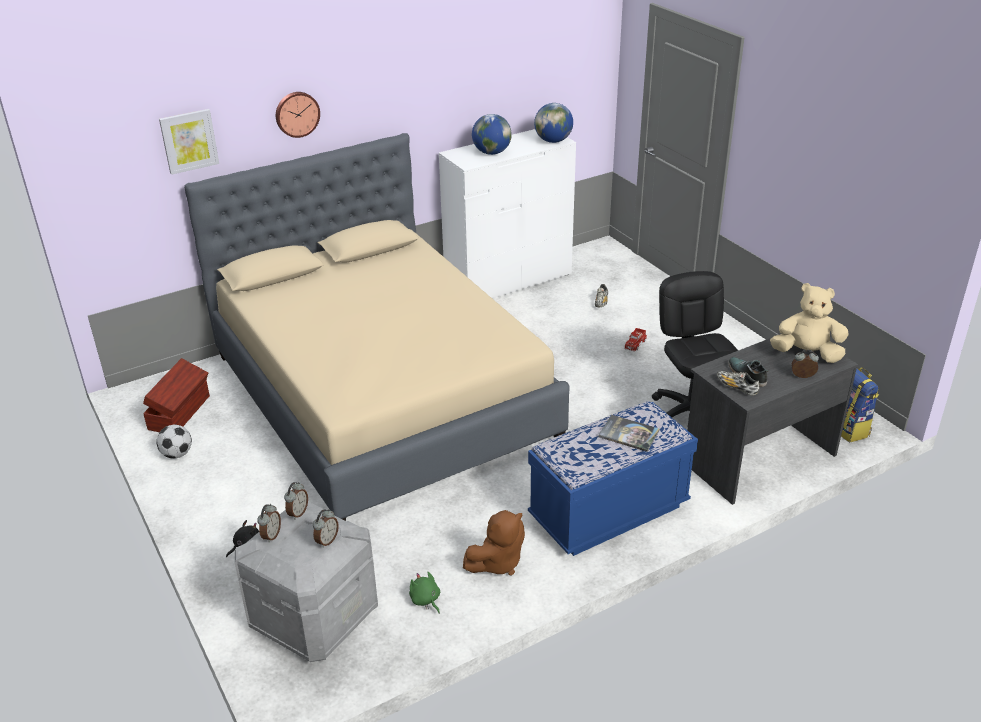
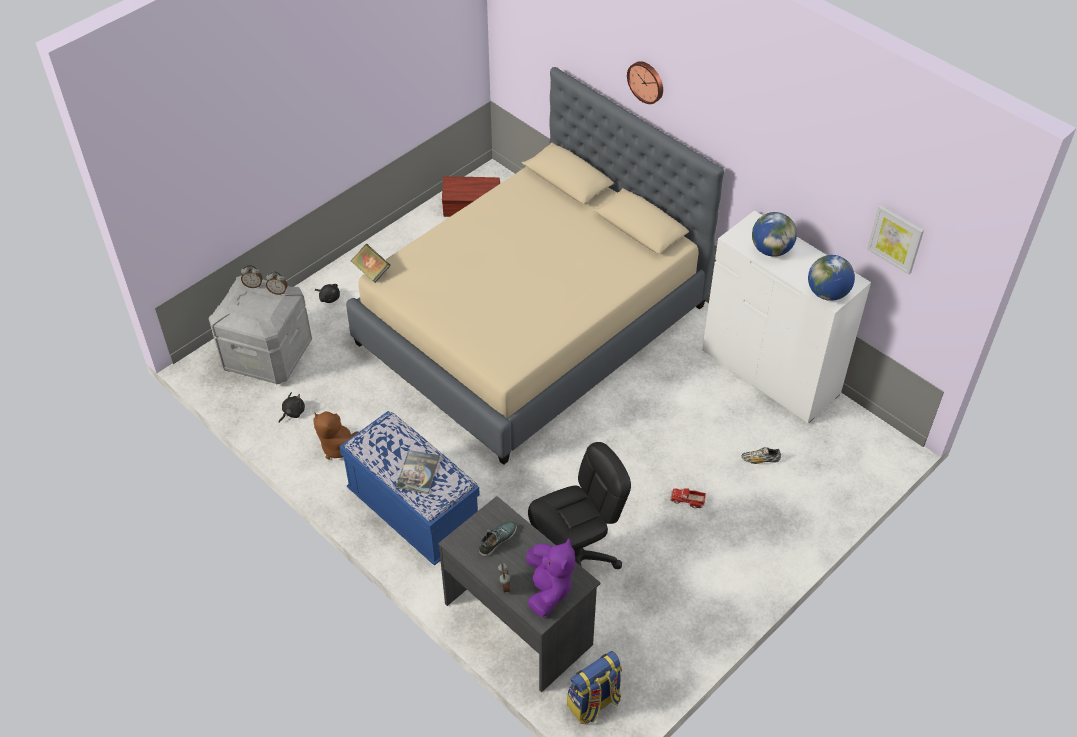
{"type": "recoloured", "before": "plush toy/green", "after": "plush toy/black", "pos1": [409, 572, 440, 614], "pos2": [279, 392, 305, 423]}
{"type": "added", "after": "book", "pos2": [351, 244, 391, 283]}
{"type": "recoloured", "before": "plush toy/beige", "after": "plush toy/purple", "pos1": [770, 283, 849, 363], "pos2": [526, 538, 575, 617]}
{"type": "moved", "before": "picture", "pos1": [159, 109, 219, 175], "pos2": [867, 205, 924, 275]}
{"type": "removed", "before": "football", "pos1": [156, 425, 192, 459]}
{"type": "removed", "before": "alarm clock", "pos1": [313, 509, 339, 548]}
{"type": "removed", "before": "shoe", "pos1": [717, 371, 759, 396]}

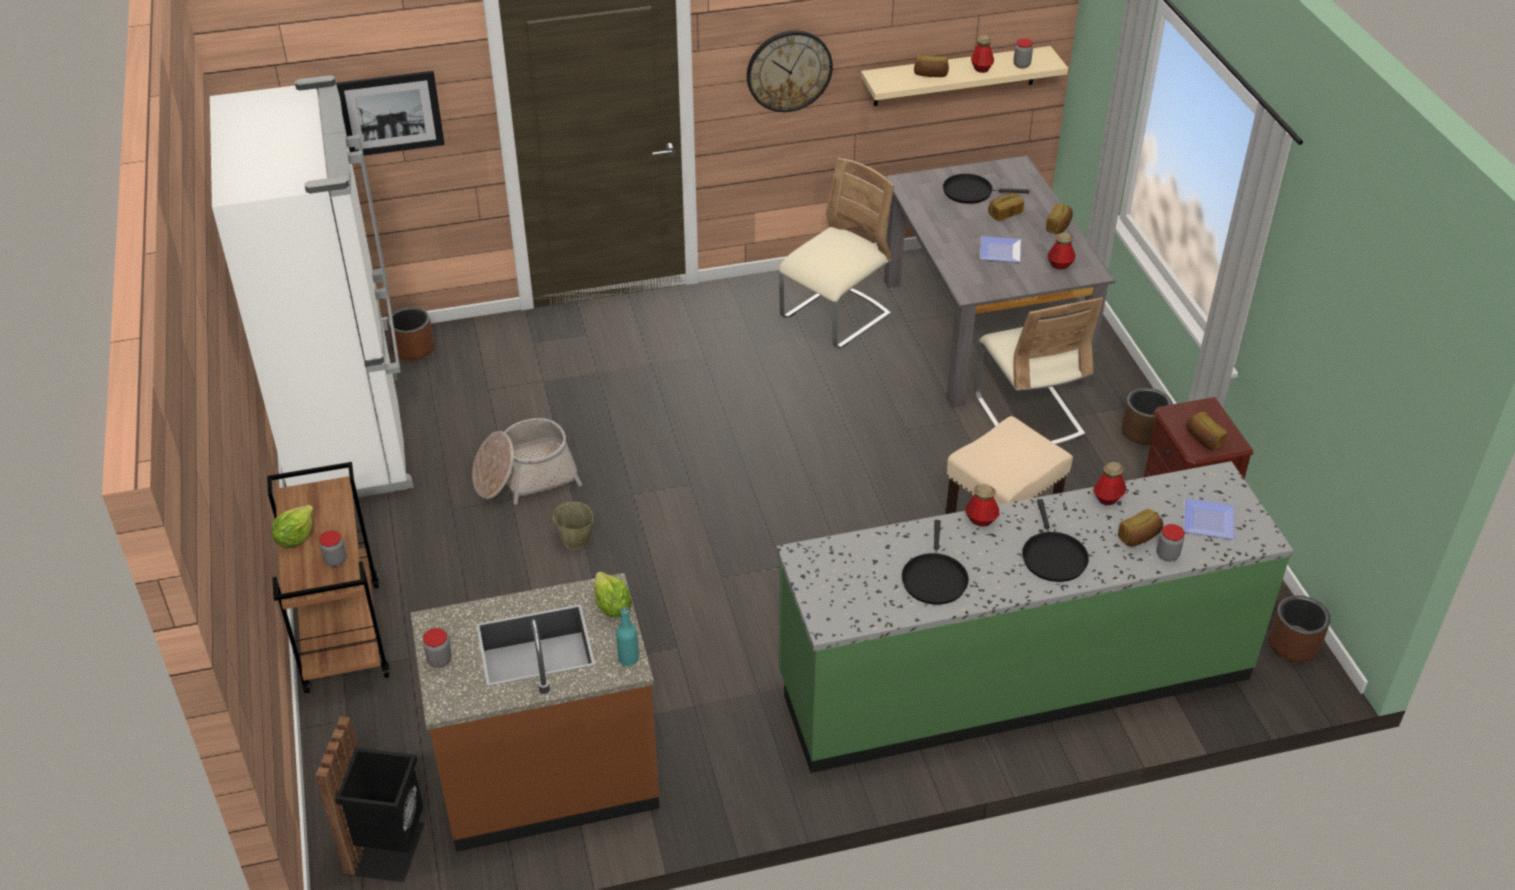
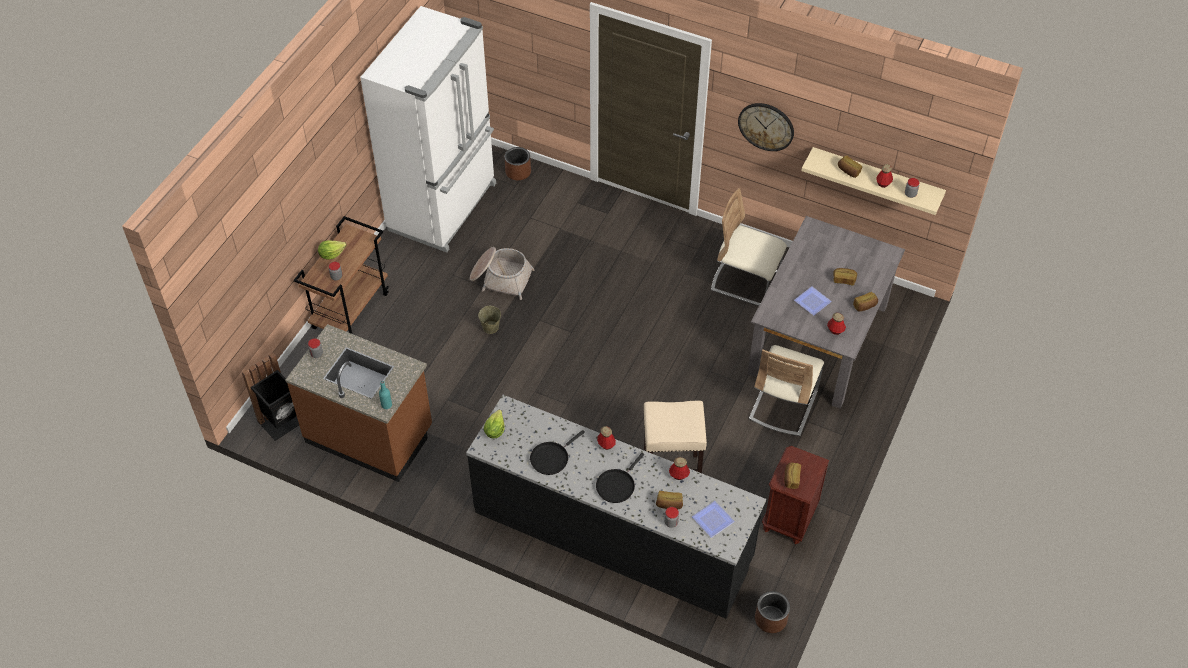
{"type": "recoloured", "before": "counter/green", "after": "counter/black", "pos1": [777, 461, 1293, 773], "pos2": [466, 395, 766, 619]}
{"type": "moved", "before": "lettuce", "pos1": [594, 571, 632, 618], "pos2": [484, 410, 505, 438]}
{"type": "turned", "before": "chair/beige", "pos1": [779, 158, 894, 348], "pos2": [711, 188, 787, 306], "turn": -150}
{"type": "removed", "before": "picture", "pos1": [336, 71, 445, 156]}
{"type": "removed", "before": "frying pan/black", "pos1": [943, 174, 1029, 204]}
{"type": "removed", "before": "planter/brown", "pos1": [1121, 388, 1172, 445]}

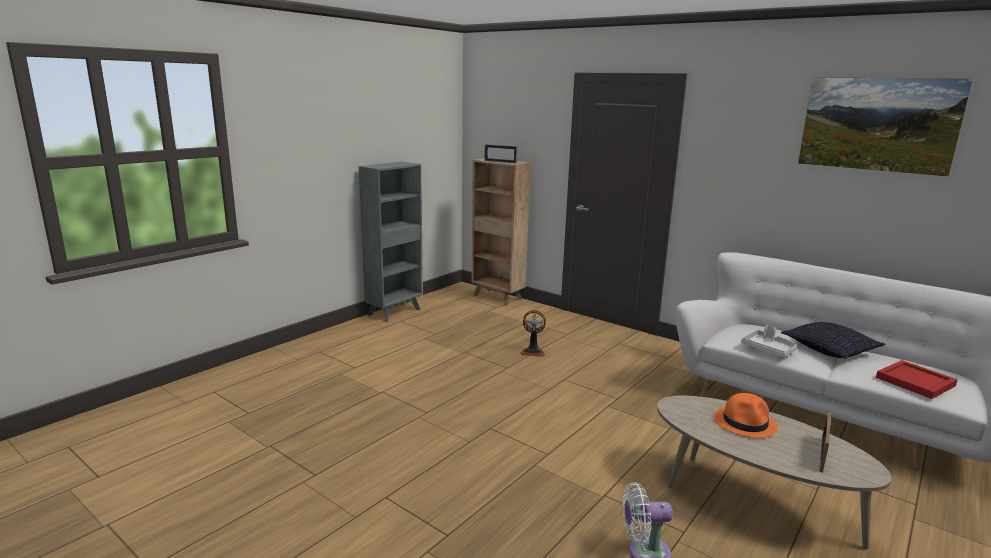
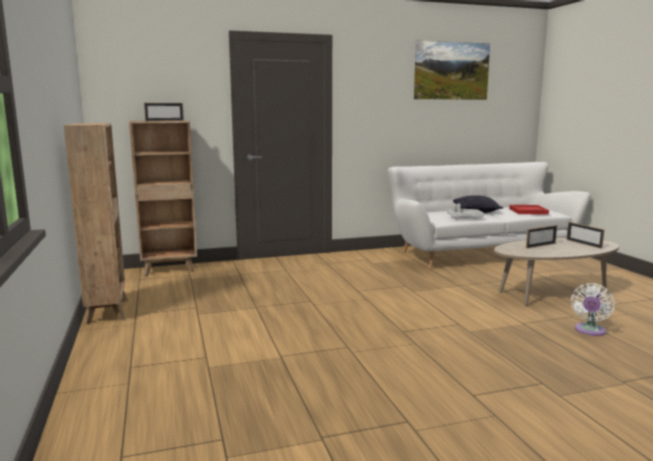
{"type": "recoloured", "before": "bookcase/grey", "after": "bookcase/brown", "pos1": [359, 162, 423, 322], "pos2": [64, 123, 128, 324]}
{"type": "replaced", "before": "hat/orange", "after": "picture frame", "pos1": [714, 393, 778, 438], "pos2": [526, 225, 557, 248]}
{"type": "removed", "before": "fan", "pos1": [520, 310, 546, 357]}

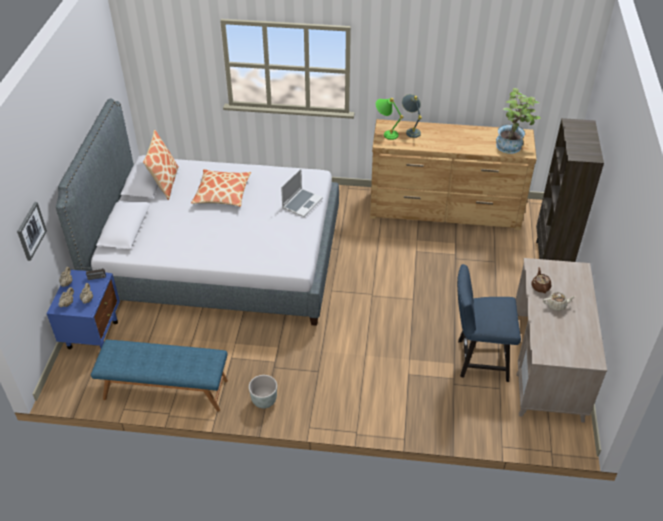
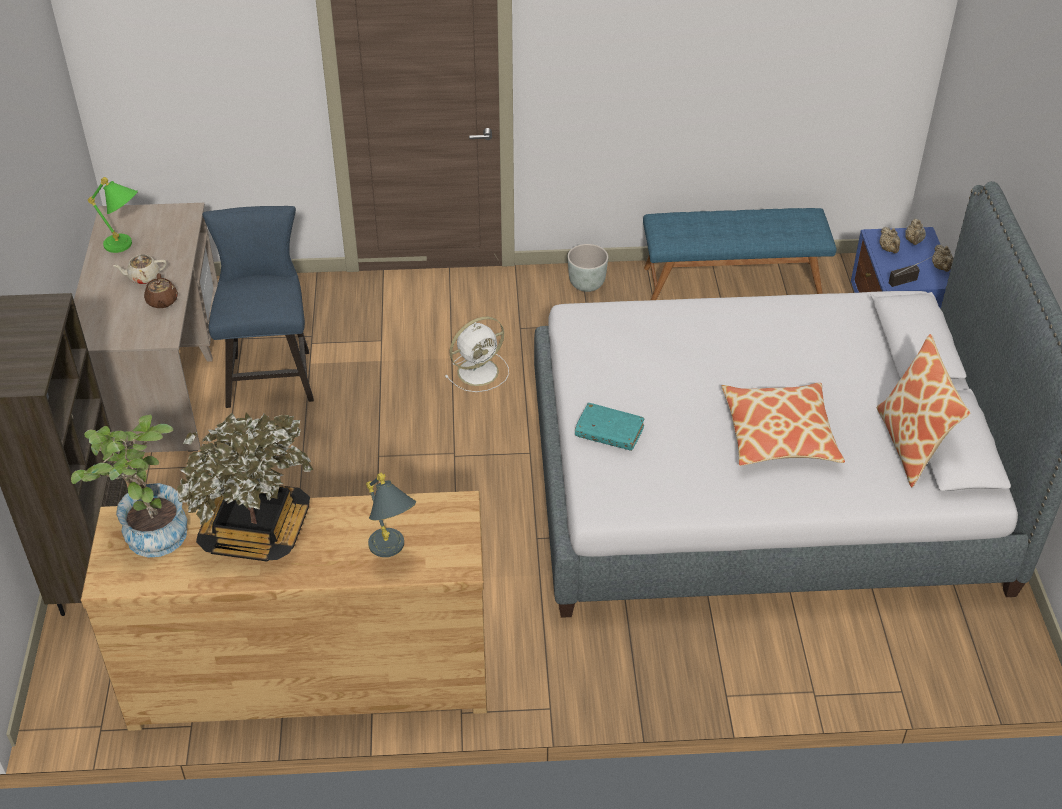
{"type": "moved", "before": "table lamp/green", "pos1": [376, 98, 403, 140], "pos2": [88, 177, 138, 253]}
{"type": "added", "after": "potted plant", "pos2": [177, 413, 313, 561]}
{"type": "turned", "before": "chair/blue", "pos1": [457, 264, 521, 382], "pos2": [202, 206, 314, 408], "turn": -90}
{"type": "added", "after": "fan/white", "pos2": [445, 317, 509, 392]}
{"type": "replaced", "before": "laptop", "after": "book/turquoise", "pos1": [281, 169, 323, 217], "pos2": [575, 403, 645, 451]}
{"type": "removed", "before": "picture", "pos1": [17, 202, 47, 261]}

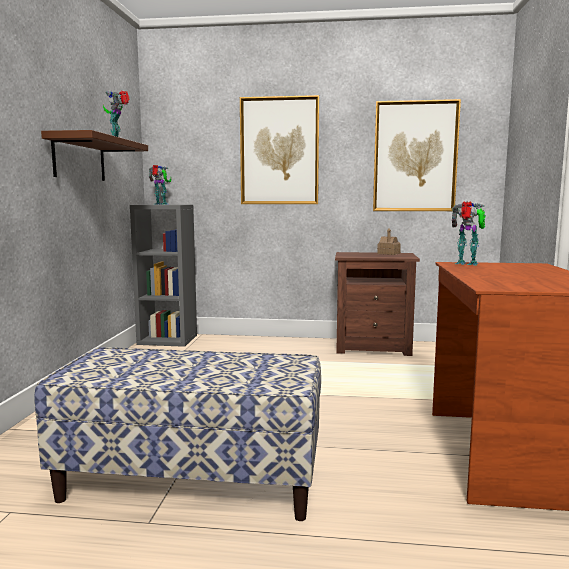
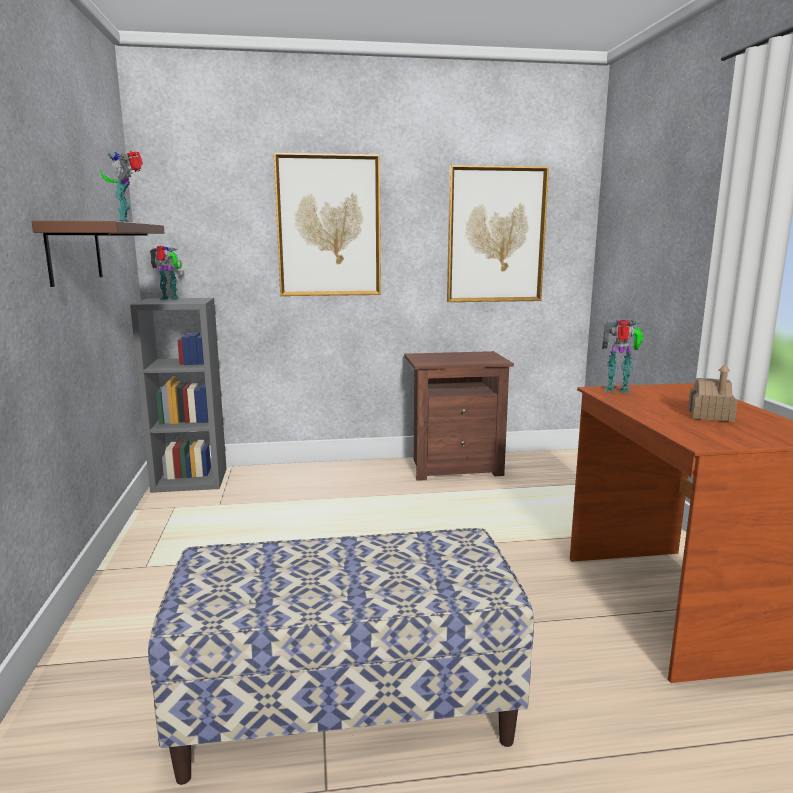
{"type": "moved", "before": "toy house", "pos1": [377, 228, 401, 255], "pos2": [688, 364, 737, 422]}

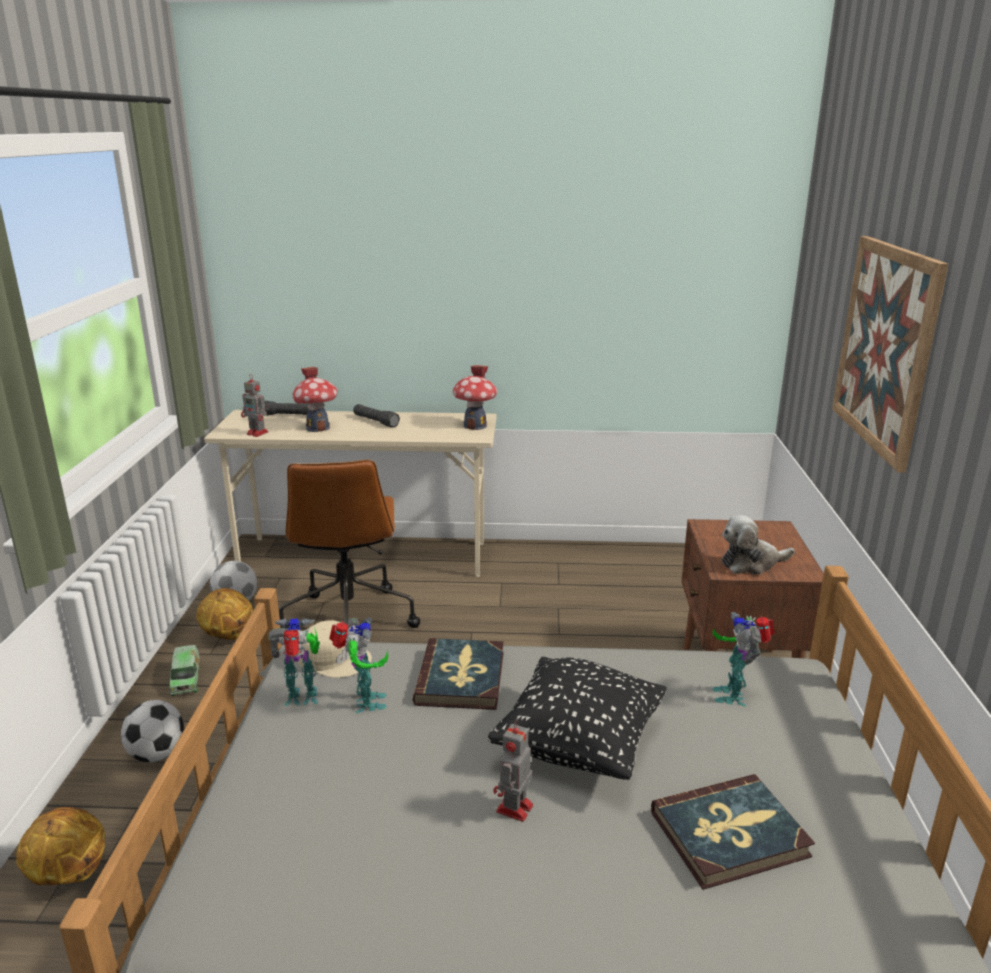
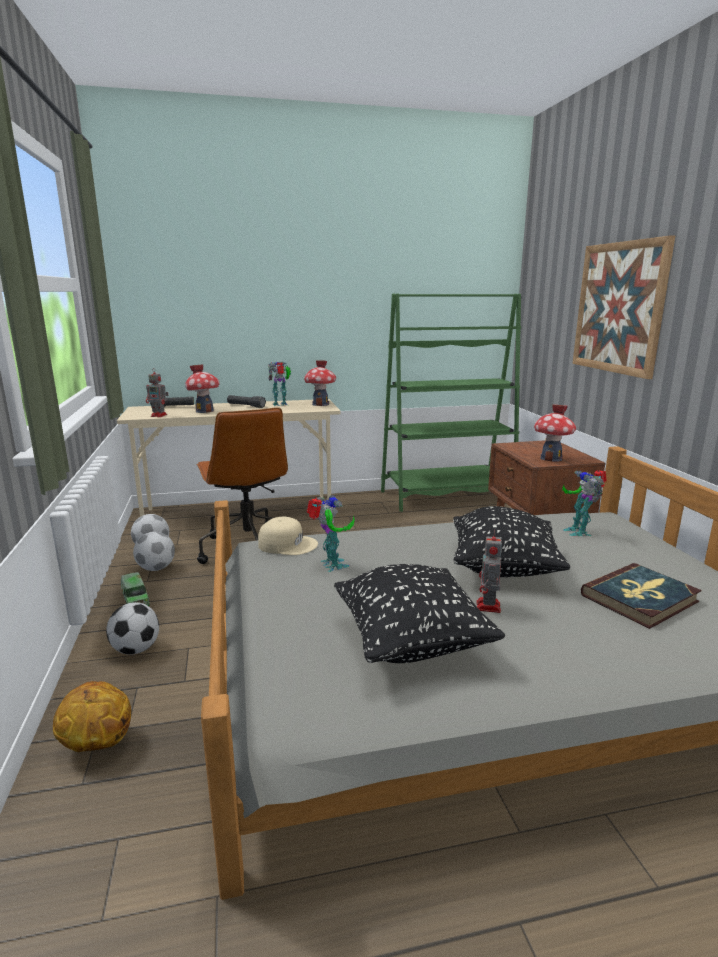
{"type": "replaced", "before": "basketball", "after": "football", "pos1": [196, 588, 253, 640], "pos2": [133, 532, 175, 571]}
{"type": "moved", "before": "toy robot", "pos1": [268, 618, 320, 706], "pos2": [268, 362, 291, 406]}
{"type": "added", "after": "pillow/black", "pos2": [334, 564, 505, 663]}
{"type": "added", "after": "bookcase/green", "pos2": [381, 294, 521, 512]}
{"type": "replaced", "before": "plush toy", "after": "toy house", "pos1": [722, 515, 795, 575], "pos2": [534, 405, 576, 462]}
{"type": "removed", "before": "book", "pos1": [413, 638, 504, 710]}

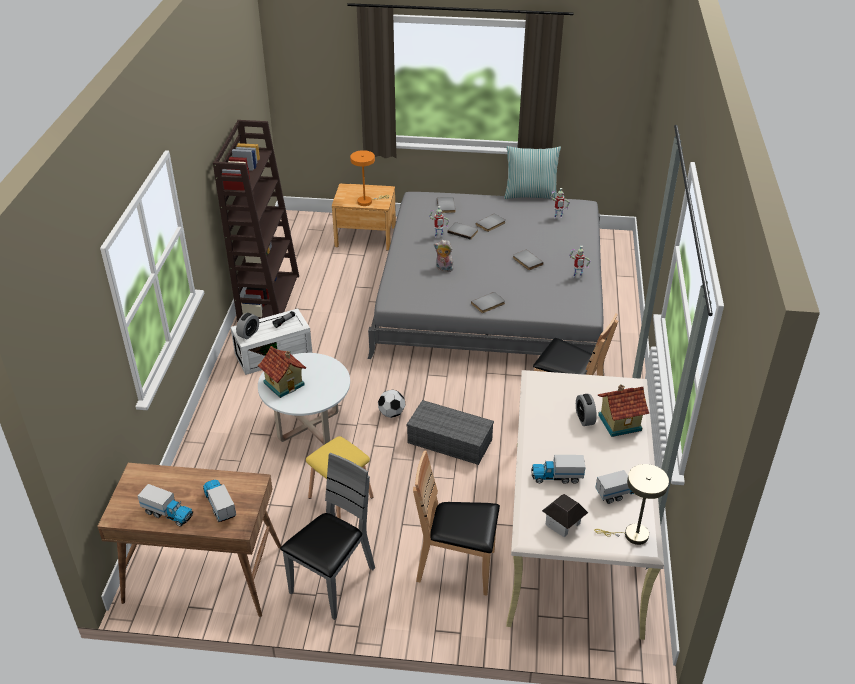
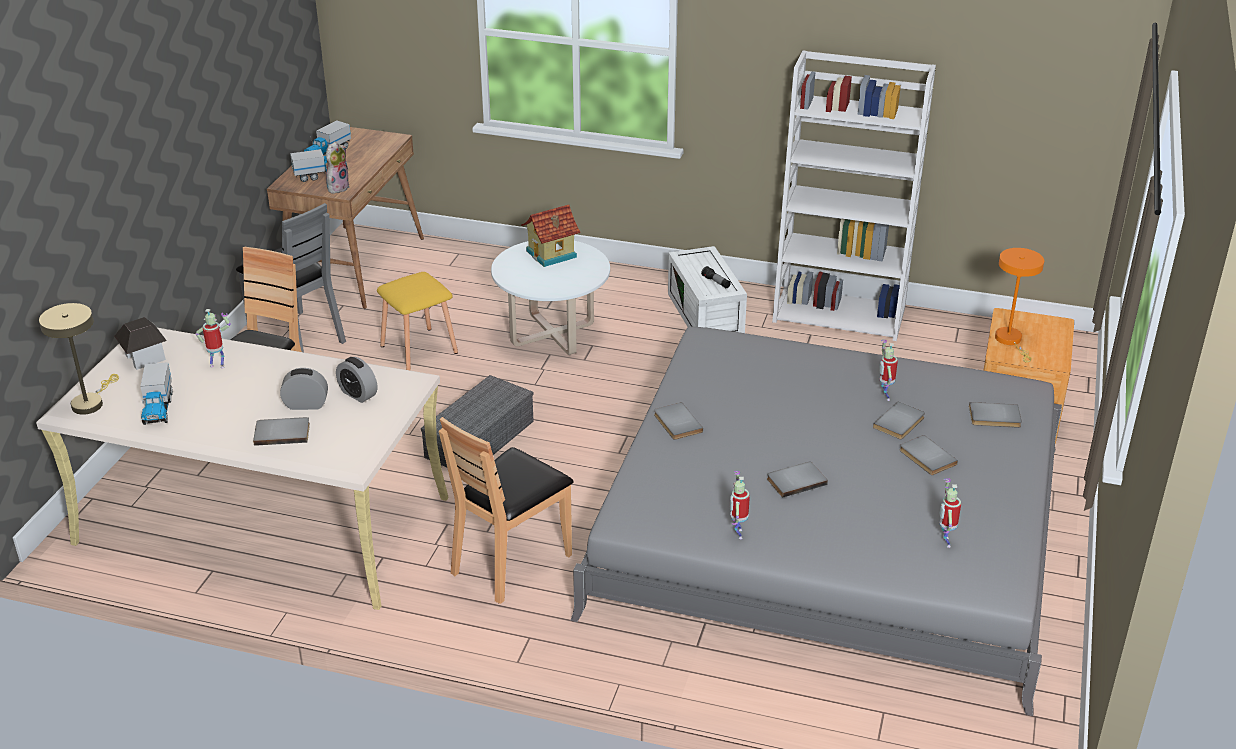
{"type": "replaced", "before": "toy truck", "after": "toy robot", "pos1": [531, 455, 585, 484], "pos2": [196, 309, 231, 369]}
{"type": "replaced", "before": "toy house", "after": "book/grey", "pos1": [598, 384, 649, 437], "pos2": [253, 417, 310, 446]}
{"type": "moved", "before": "plush toy", "pos1": [434, 240, 454, 272], "pos2": [326, 141, 350, 194]}
{"type": "moved", "before": "alarm clock", "pos1": [236, 313, 259, 340], "pos2": [336, 357, 377, 403]}
{"type": "recoloured", "before": "bookcase/brown", "after": "bookcase/white", "pos1": [213, 120, 299, 322], "pos2": [772, 51, 936, 341]}
{"type": "removed", "before": "football", "pos1": [378, 390, 405, 418]}
{"type": "removed", "before": "pillow", "pos1": [504, 146, 561, 199]}

